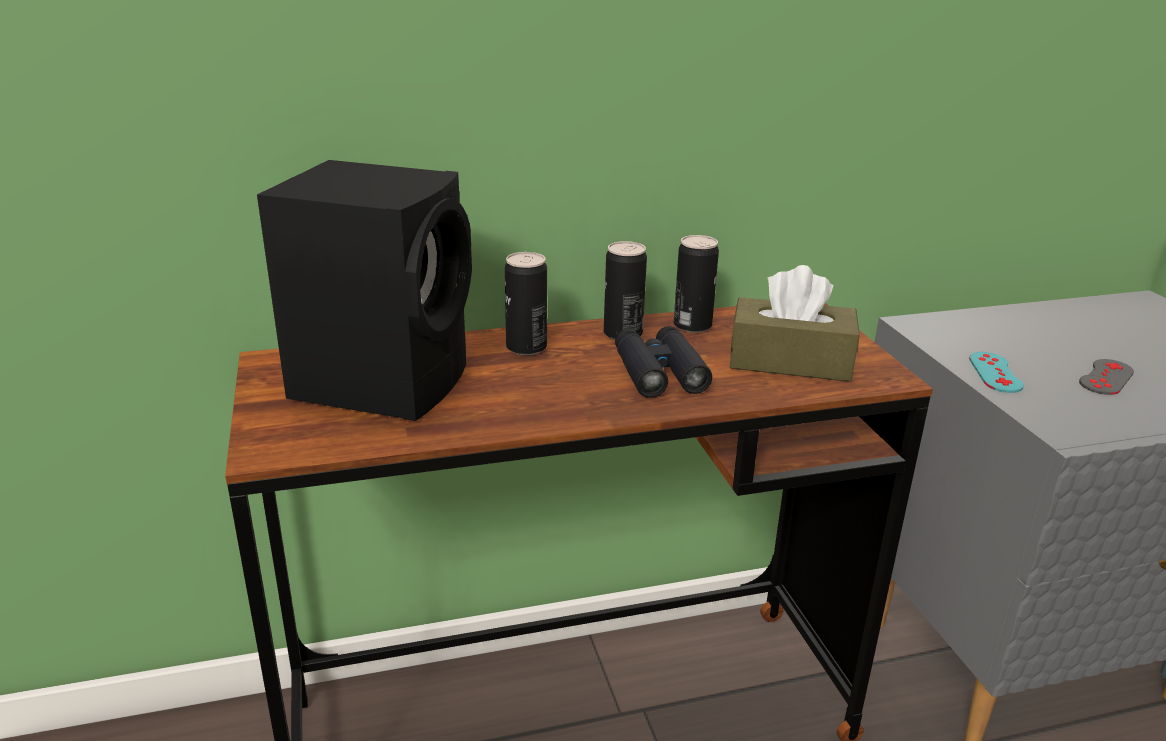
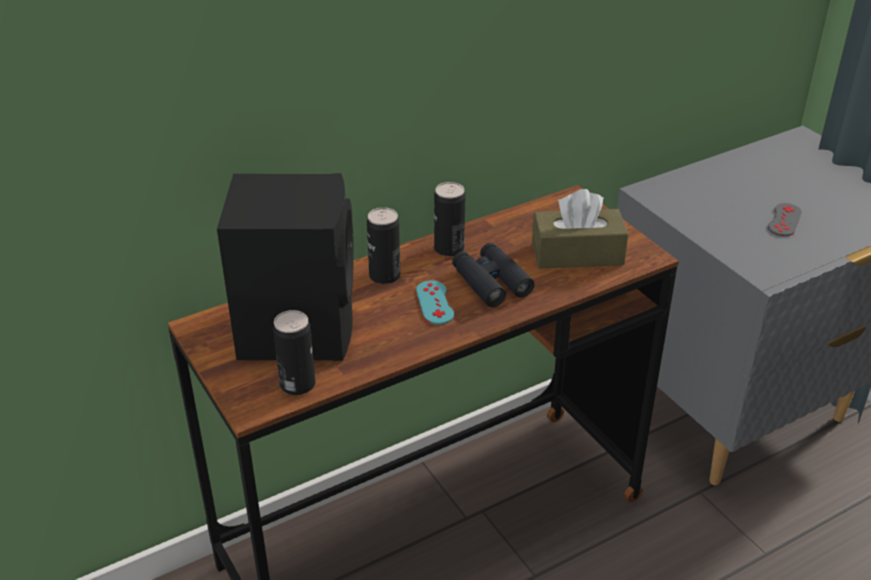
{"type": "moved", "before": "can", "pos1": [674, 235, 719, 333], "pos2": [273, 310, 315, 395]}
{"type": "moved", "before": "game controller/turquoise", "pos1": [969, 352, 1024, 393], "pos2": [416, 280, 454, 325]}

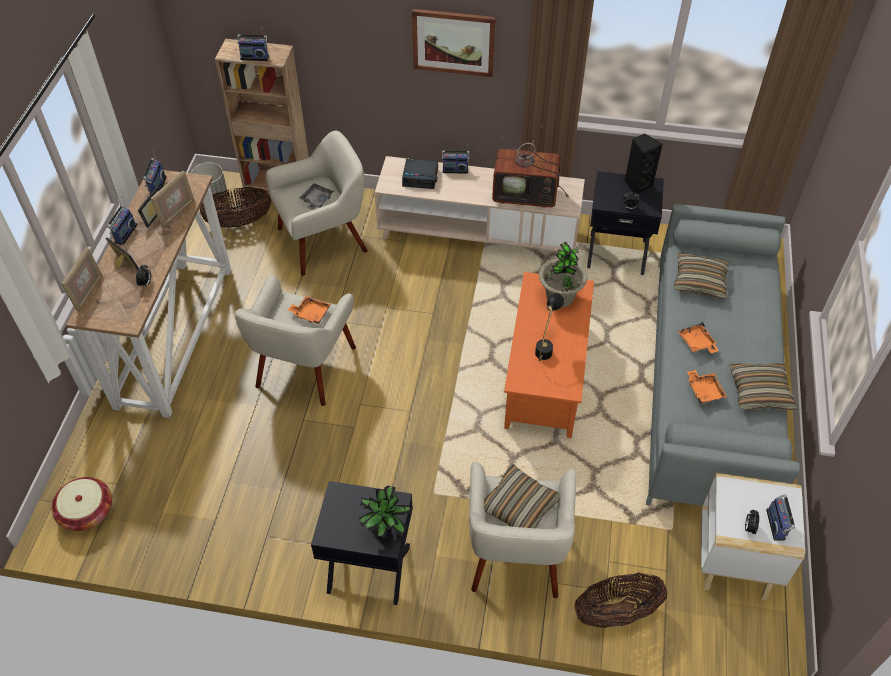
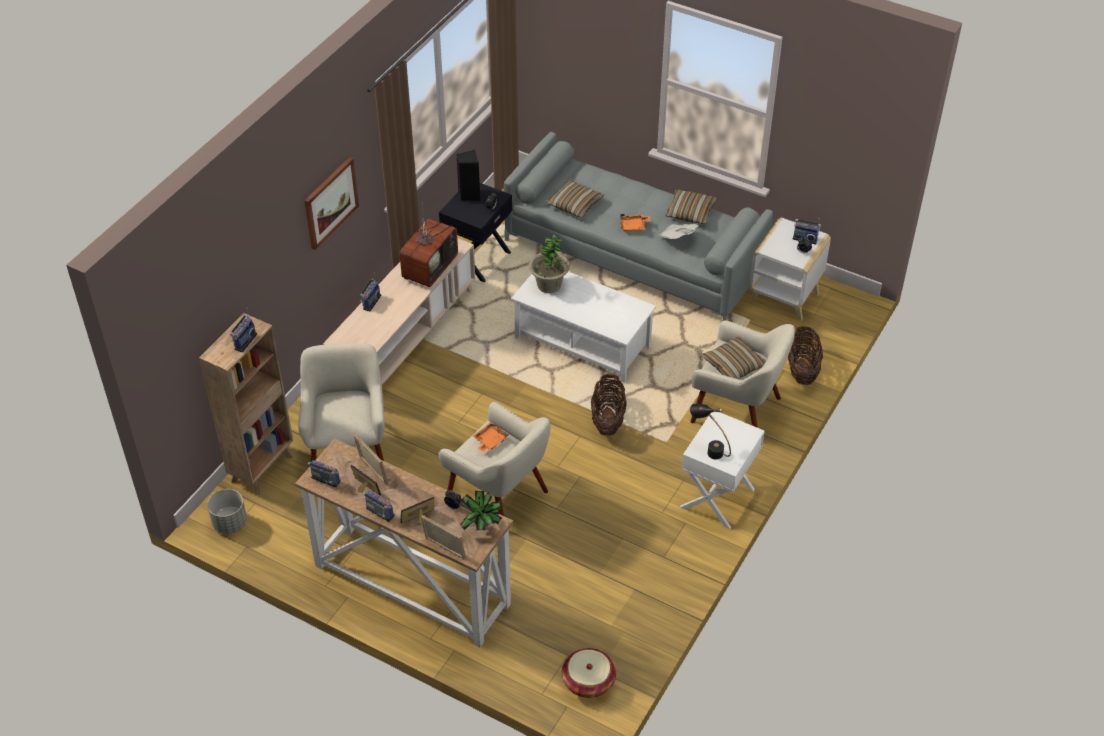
{"type": "moved", "before": "potted plant", "pos1": [359, 486, 411, 538], "pos2": [459, 491, 502, 531]}
{"type": "recoloured", "before": "coffee table/orange", "after": "coffee table/white", "pos1": [504, 272, 594, 438], "pos2": [511, 272, 656, 383]}
{"type": "moved", "before": "basket", "pos1": [199, 187, 271, 228], "pos2": [591, 374, 627, 436]}
{"type": "replaced", "before": "tray/orange", "after": "newspaper", "pos1": [687, 370, 727, 404], "pos2": [659, 224, 699, 239]}
{"type": "recoloured", "before": "nightstand/black", "after": "nightstand/white", "pos1": [311, 481, 413, 605], "pos2": [680, 412, 765, 529]}
{"type": "moved", "before": "table lamp/black", "pos1": [535, 293, 564, 361], "pos2": [690, 404, 731, 459]}
{"type": "removed", "before": "tray/grey", "pos1": [300, 183, 334, 210]}
{"type": "removed", "before": "alarm clock", "pos1": [402, 159, 438, 189]}

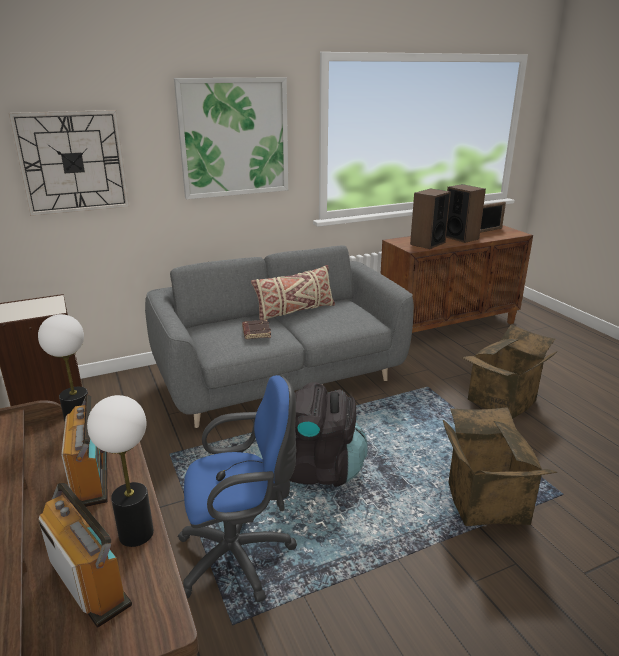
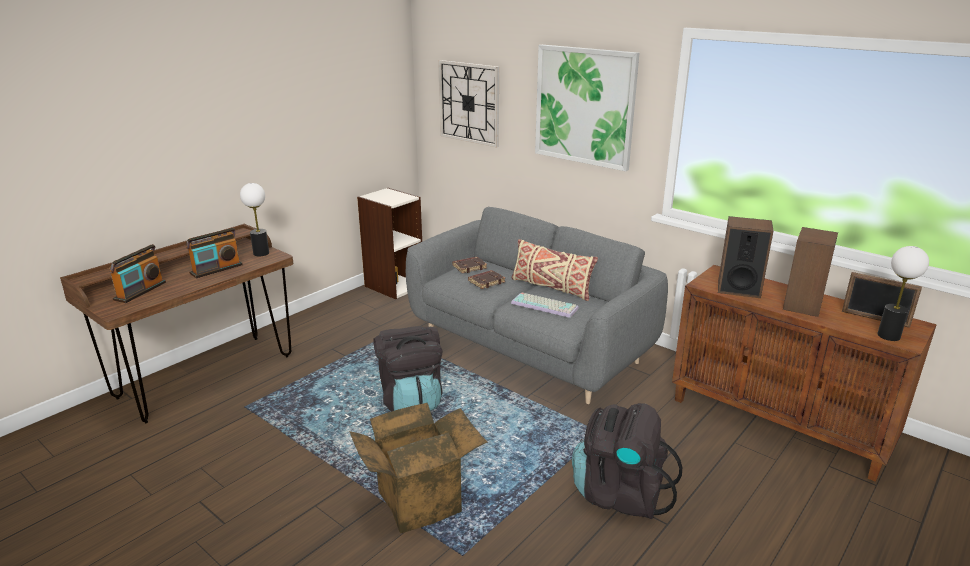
{"type": "added", "after": "book/brown", "pos2": [452, 257, 487, 273]}
{"type": "added", "after": "keyboard", "pos2": [511, 293, 579, 318]}
{"type": "replaced", "before": "cardboard box", "after": "backpack/black", "pos1": [463, 324, 558, 419], "pos2": [572, 403, 682, 520]}
{"type": "moved", "before": "table lamp", "pos1": [87, 395, 154, 547], "pos2": [877, 246, 929, 341]}
{"type": "removed", "before": "office chair/blue", "pos1": [177, 375, 297, 603]}

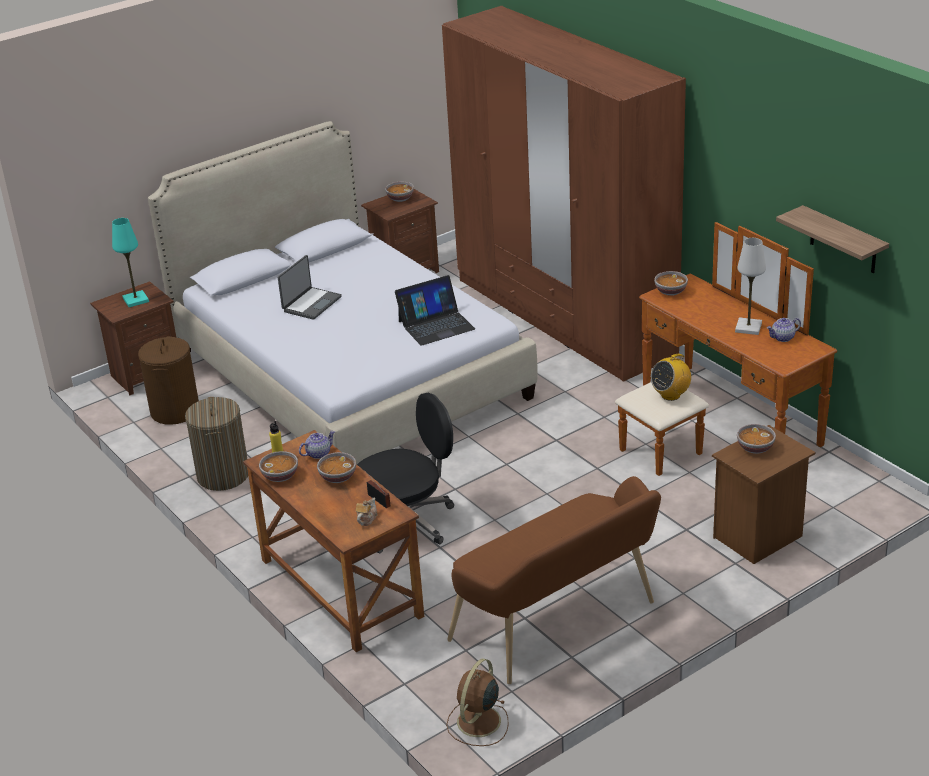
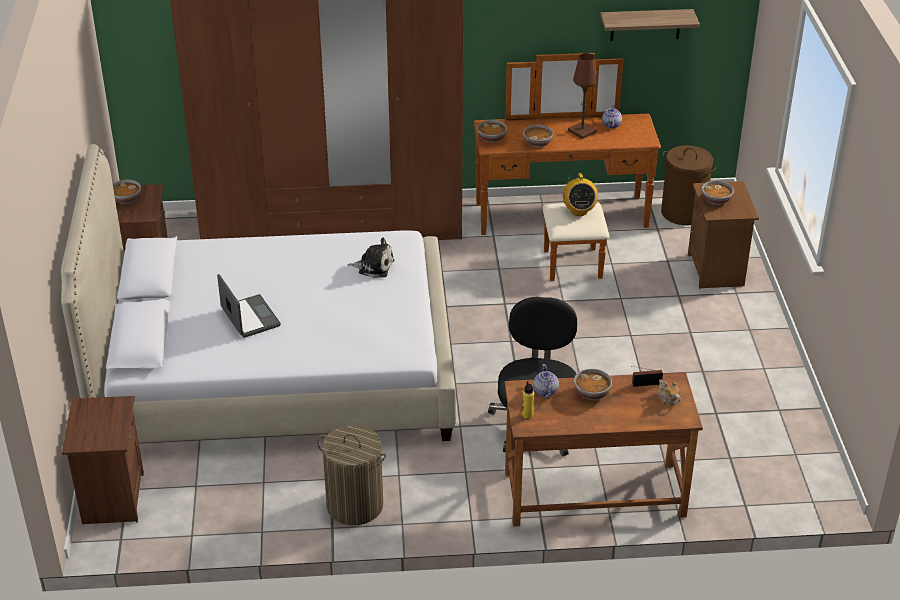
{"type": "replaced", "before": "laptop", "after": "plush toy", "pos1": [395, 275, 475, 346], "pos2": [348, 237, 394, 278]}
{"type": "moved", "before": "bowl", "pos1": [259, 451, 298, 482], "pos2": [523, 124, 554, 148]}
{"type": "recoloured", "before": "table lamp/white", "after": "table lamp/brown", "pos1": [735, 238, 766, 335], "pos2": [568, 53, 598, 139]}
{"type": "moved", "before": "laundry basket/brown", "pos1": [138, 336, 199, 425], "pos2": [661, 145, 716, 225]}
{"type": "removed", "before": "table lamp/turquoise", "pos1": [112, 218, 149, 307]}
{"type": "removed", "before": "fan/brown", "pos1": [446, 658, 509, 746]}
{"type": "removed", "before": "bench/brown", "pos1": [447, 476, 661, 684]}

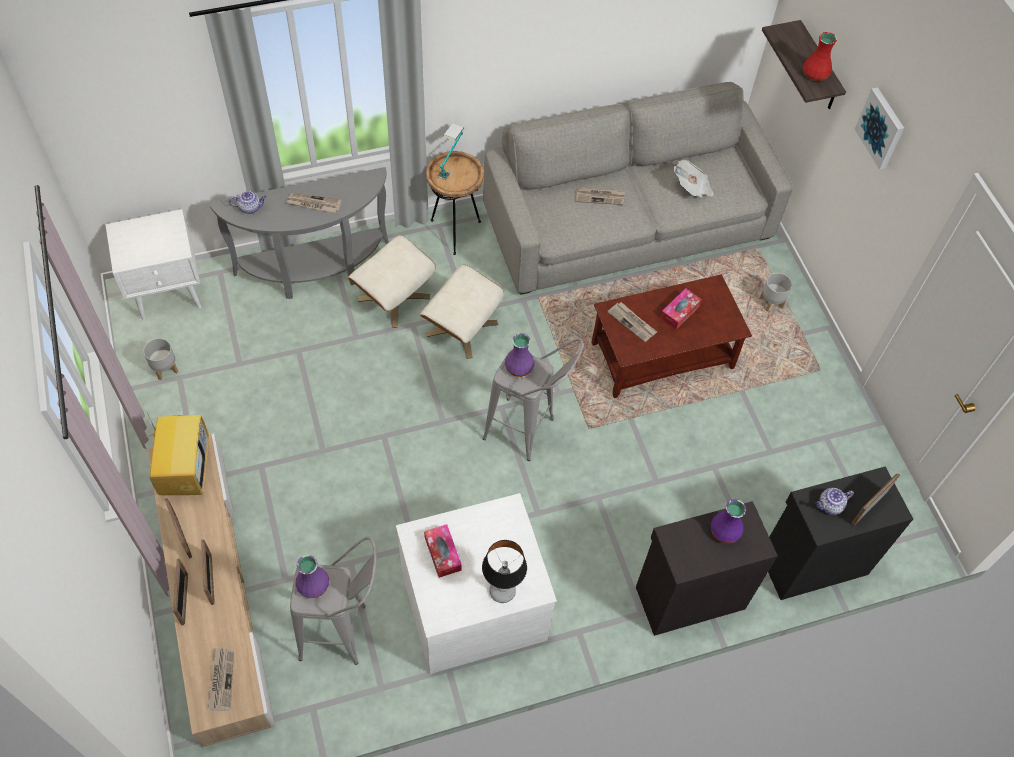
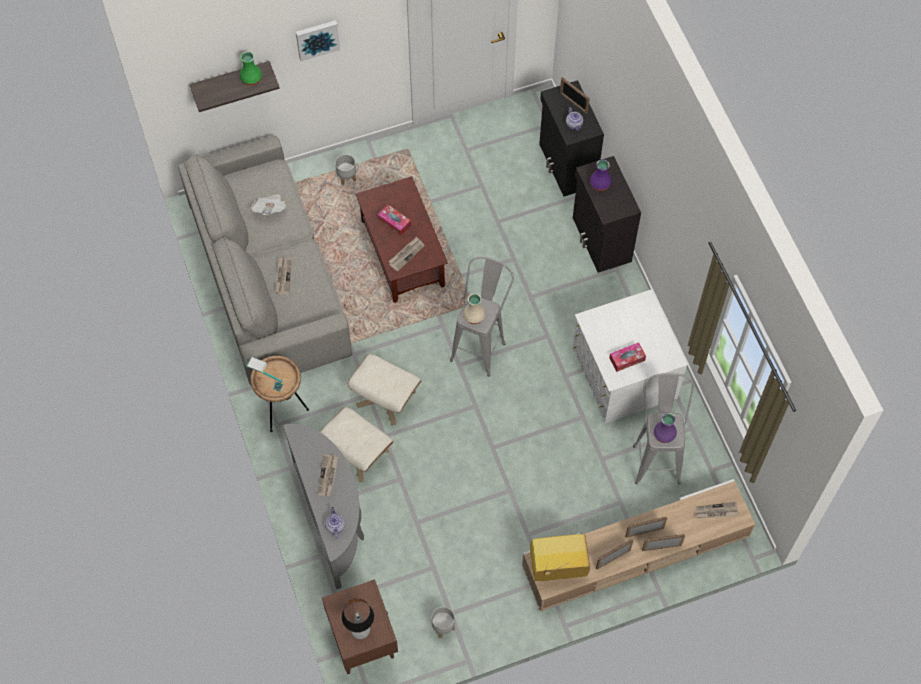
{"type": "recoloured", "before": "vase/red", "after": "vase/green", "pos1": [803, 32, 837, 81], "pos2": [240, 52, 262, 86]}
{"type": "recoloured", "before": "nightstand/white", "after": "nightstand/brown", "pos1": [105, 209, 201, 320], "pos2": [322, 579, 398, 674]}
{"type": "moved", "before": "table lamp", "pos1": [482, 540, 527, 603], "pos2": [342, 598, 374, 639]}
{"type": "recoloured", "before": "vase/purple", "after": "vase/beige", "pos1": [505, 333, 535, 377], "pos2": [463, 293, 485, 324]}

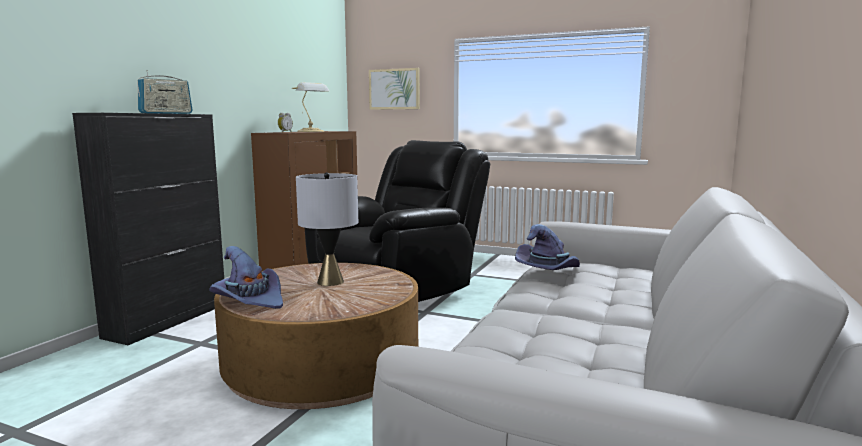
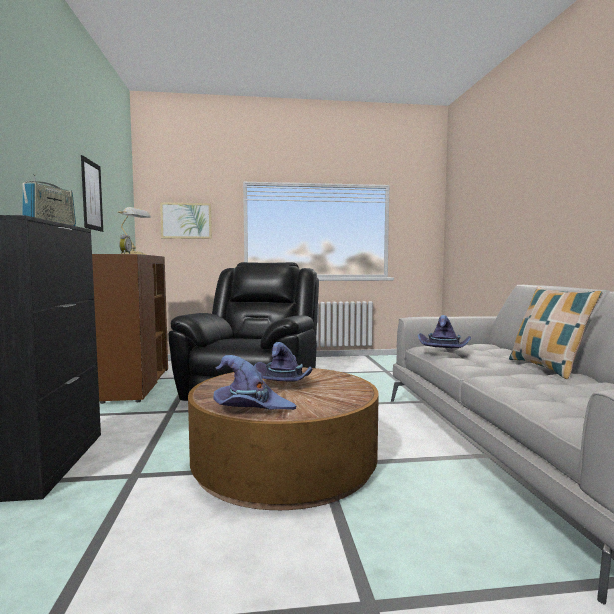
{"type": "added", "after": "picture", "pos2": [81, 155, 103, 232]}
{"type": "replaced", "before": "table lamp/grey", "after": "hat/purple", "pos1": [296, 172, 358, 286], "pos2": [254, 342, 312, 381]}
{"type": "added", "after": "pillow", "pos2": [509, 286, 603, 379]}

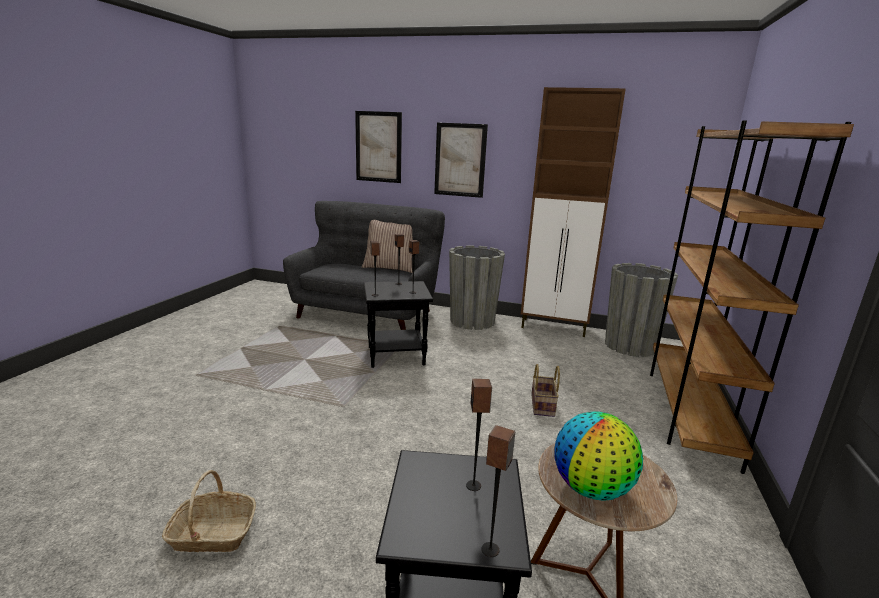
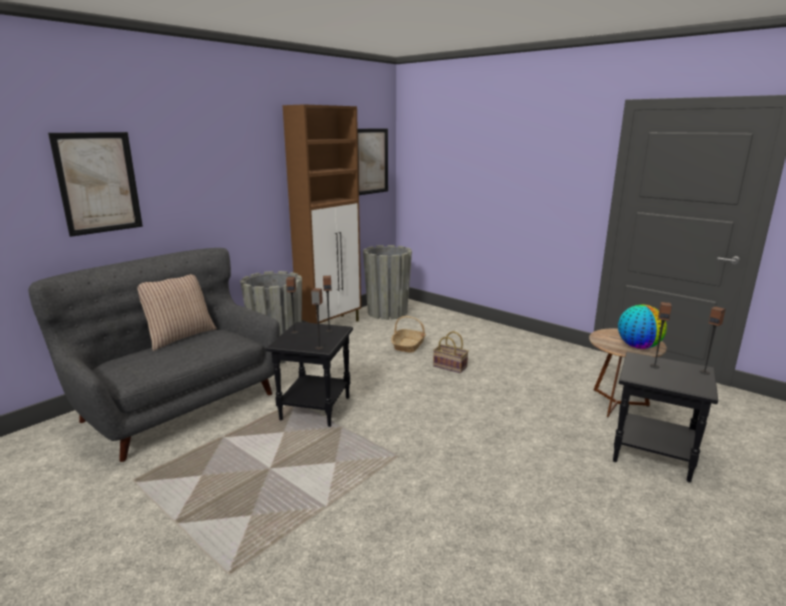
{"type": "moved", "before": "picture", "pos1": [434, 122, 488, 198], "pos2": [358, 128, 388, 195]}
{"type": "moved", "before": "basket", "pos1": [162, 470, 256, 552], "pos2": [392, 316, 426, 353]}
{"type": "removed", "before": "bookcase/brown", "pos1": [650, 120, 854, 474]}

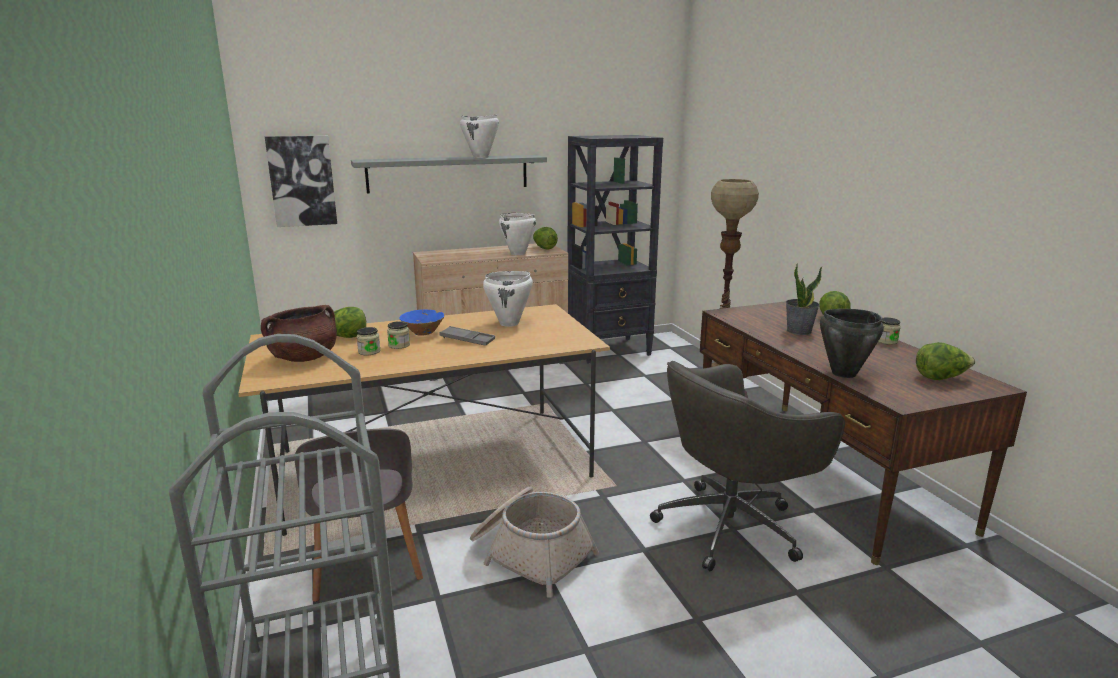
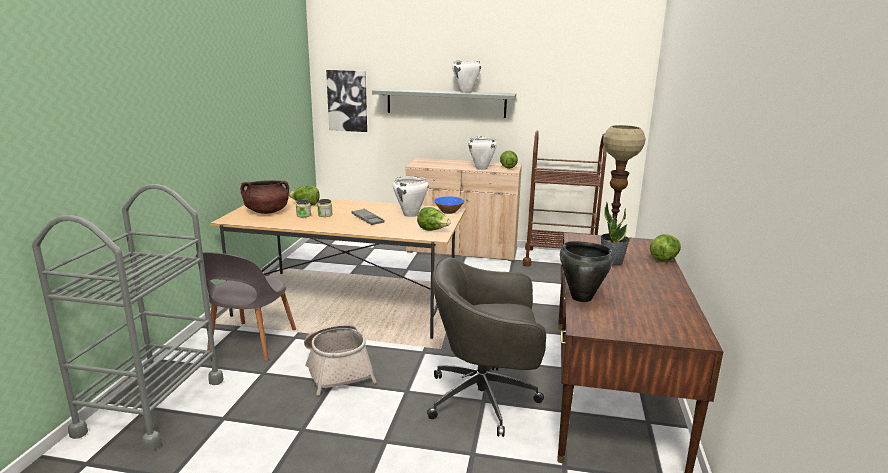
{"type": "moved", "before": "lettuce", "pos1": [916, 342, 975, 380], "pos2": [417, 207, 451, 231]}
{"type": "moved", "before": "bowl/blue", "pos1": [400, 309, 445, 336], "pos2": [434, 196, 465, 214]}
{"type": "replaced", "before": "bookcase/black", "after": "cart/brown", "pos1": [568, 135, 663, 364], "pos2": [523, 130, 607, 267]}
{"type": "removed", "before": "jar", "pos1": [878, 317, 901, 345]}

